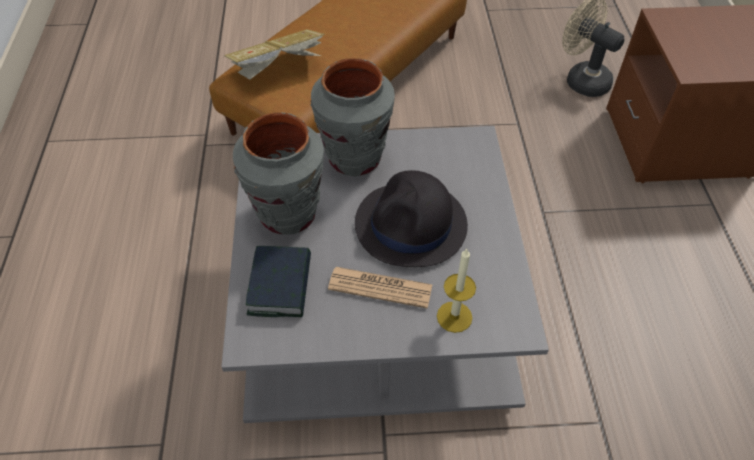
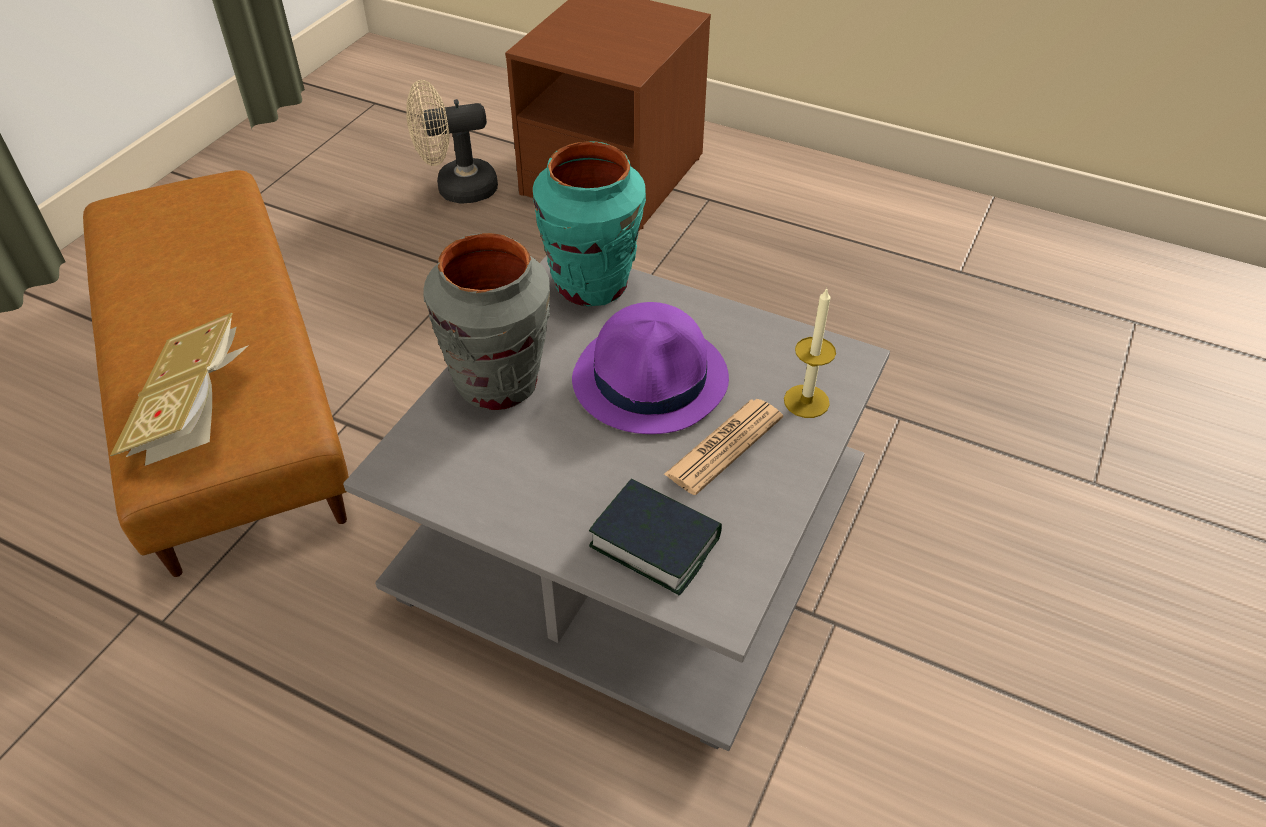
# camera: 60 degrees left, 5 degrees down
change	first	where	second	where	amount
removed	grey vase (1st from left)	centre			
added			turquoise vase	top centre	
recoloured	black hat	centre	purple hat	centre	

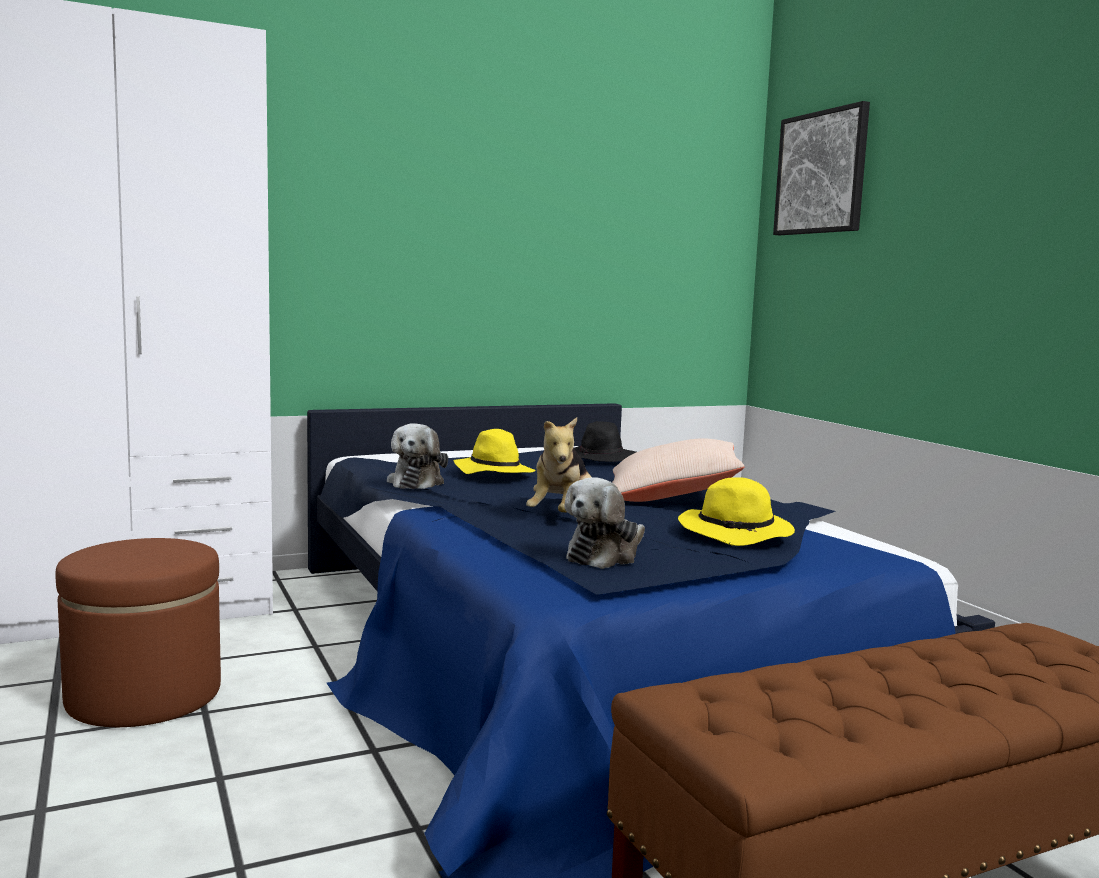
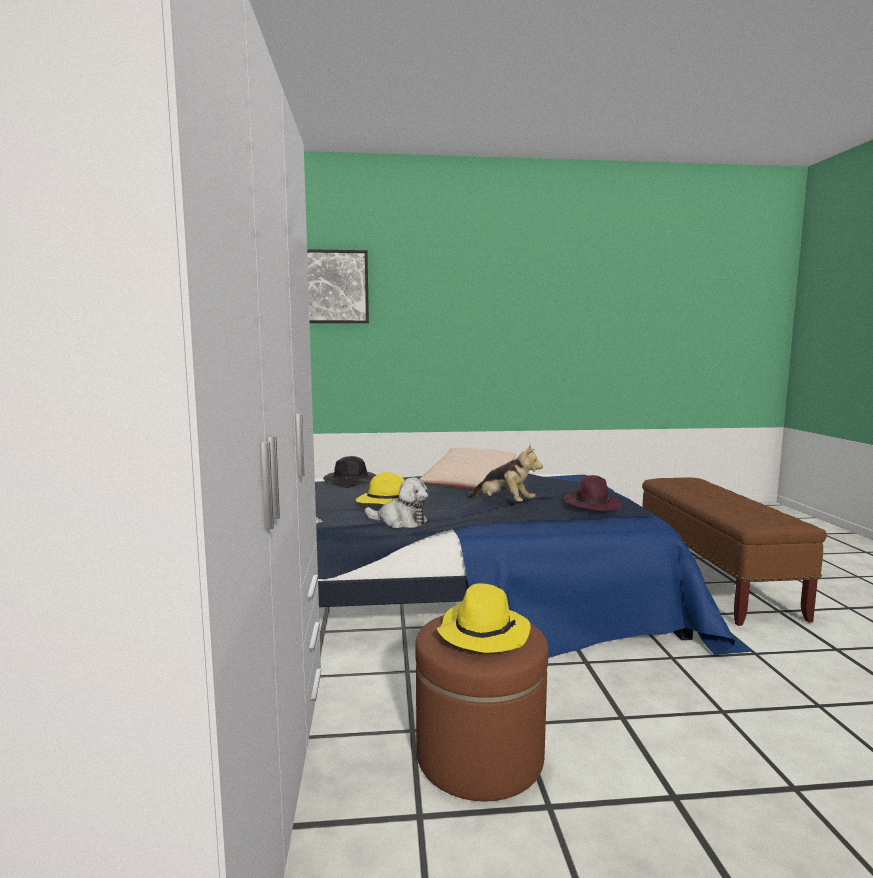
# camera: 70 degrees left, 0 degrees up
change	first	where	second	where	amount
moved	yellow hat (2nd from left)	middle right		bottom centre	
replaced	plush toy (3rd from left)	centre	purple hat	middle right	

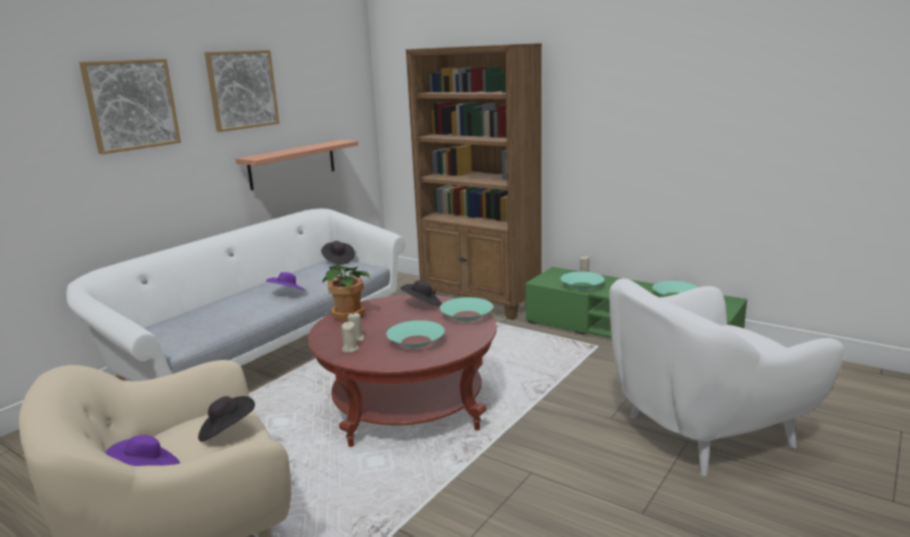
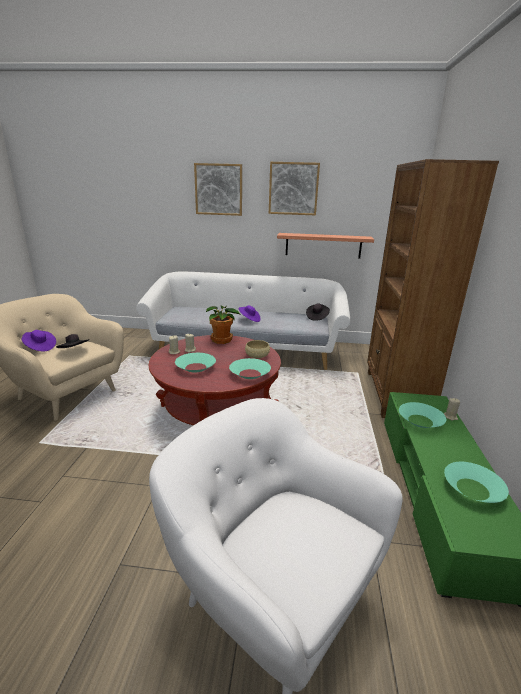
# camera: 60 degrees right, 5 degrees up
change	first	where	second	where	amount
replaced	black hat (3rd from left)	centre	beige bowl	centre	

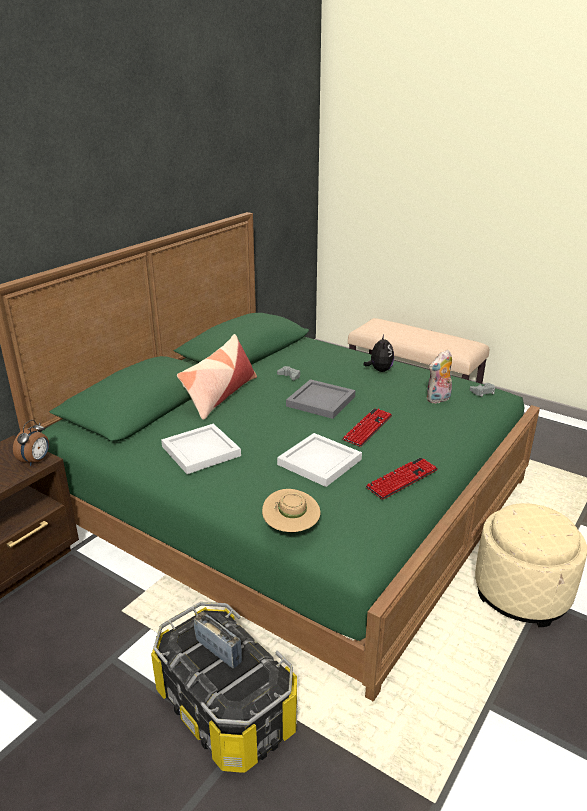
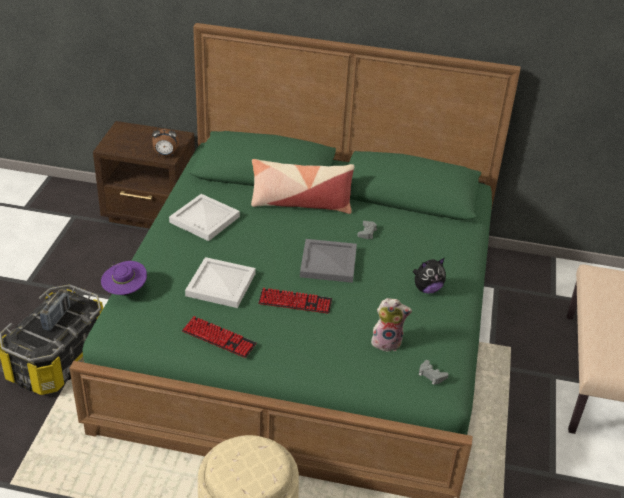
# camera: 65 degrees right, 10 degrees up
change	first	where	second	where	amount
recoloured	beige hat	centre	purple hat	middle left	
turned	plush toy (2nd from left in the first image)	middle right	plush toy (1st from left)	centre	150 degrees clockwise

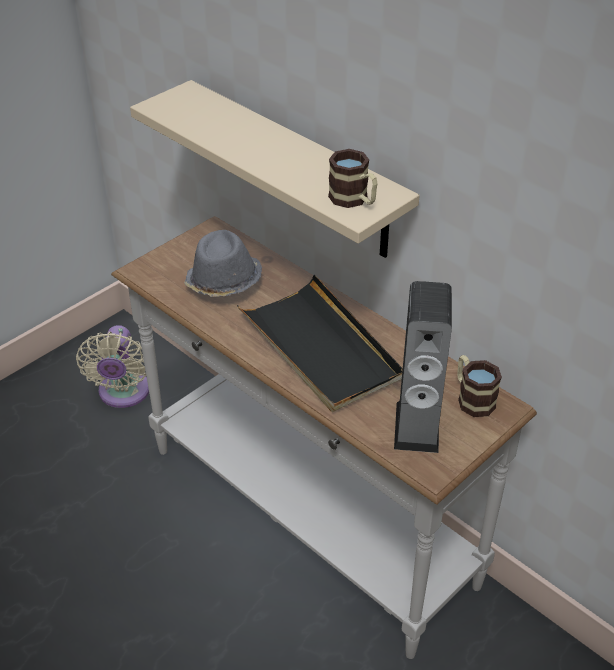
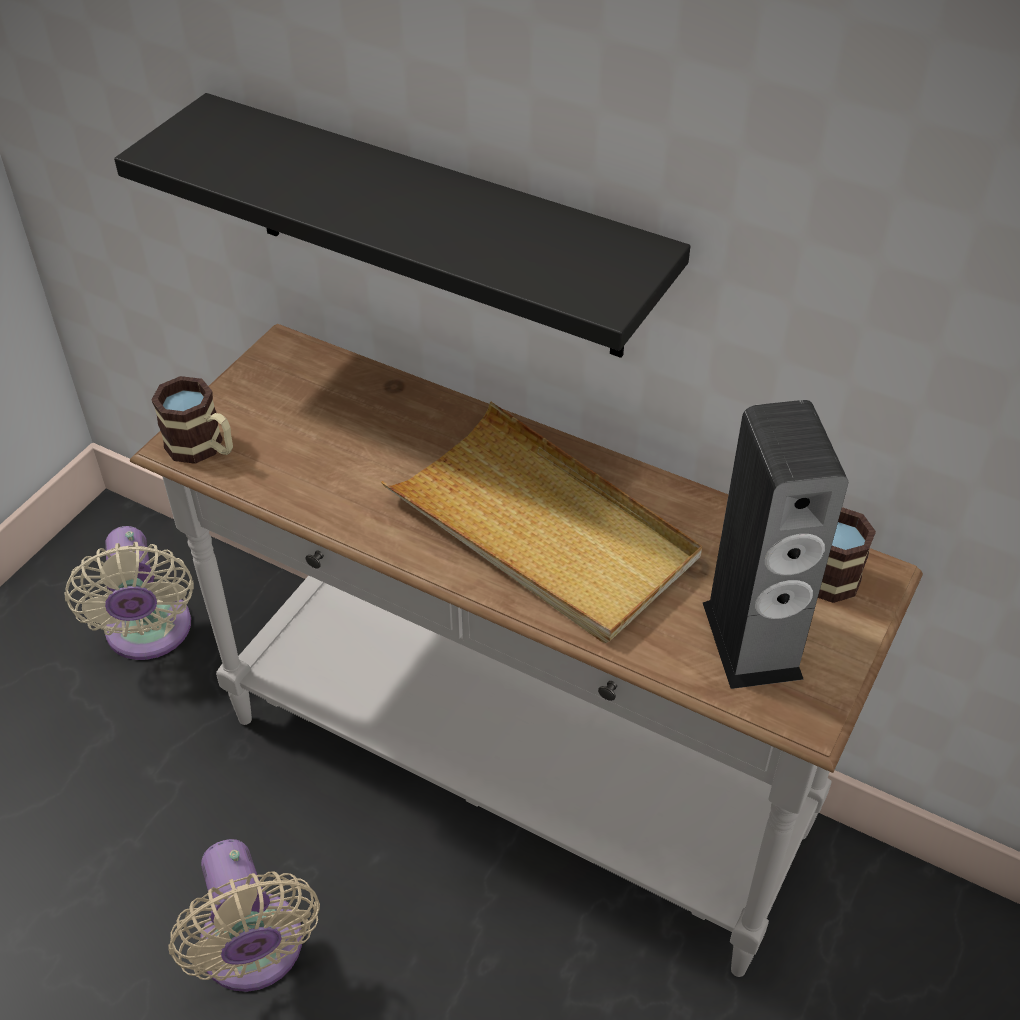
# camera: 15 degrees left, 5 degrees up
change	first	where	second	where	amount
removed	grey hat	centre			
added			beige fan (2nd from left)	bottom left	
moved	mug (1st from left)	top centre		middle left	
recoloured	beige shelf	top centre	black shelf	top centre	
recoloured	black tray	centre	beige tray	centre	

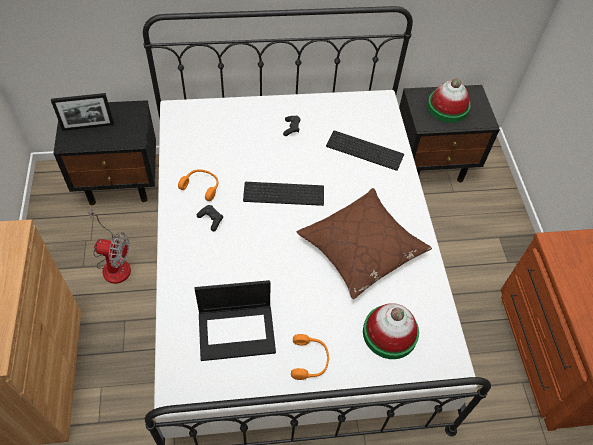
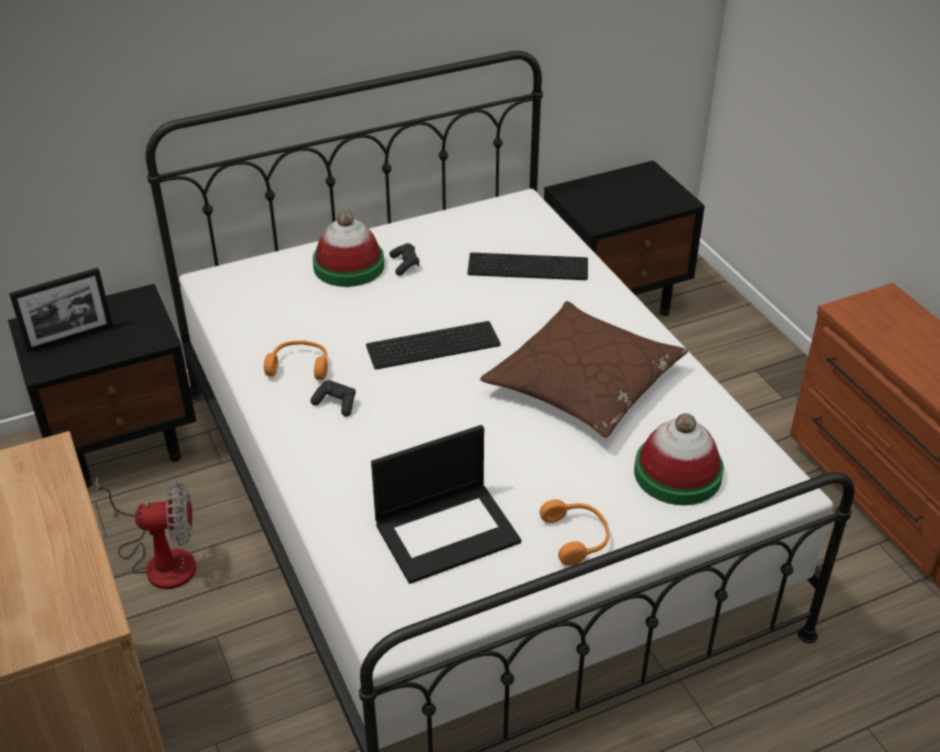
# camera: 15 degrees left, 15 degrees down
change	first	where	second	where	amount
moved	hat (2nd from left in the first image)	top right	hat (1st from left)	top centre	

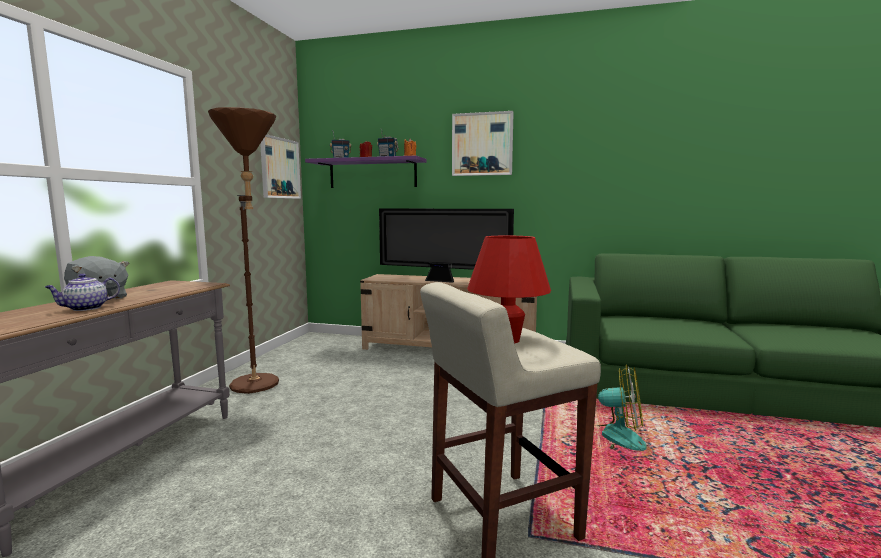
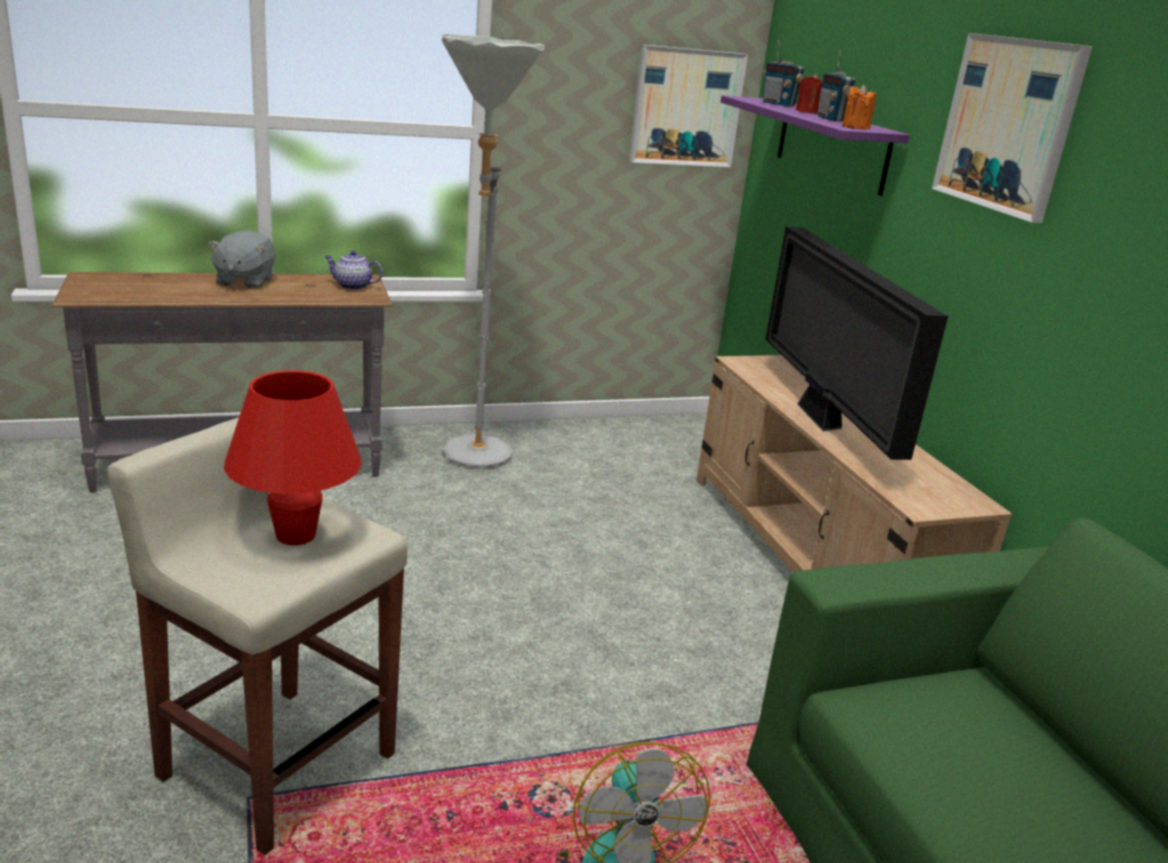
# camera: 55 degrees right, 15 degrees up
change	first	where	second	where	amount
moved	teapot	middle left		top left	
recoloured	brown floor lamp	middle left	grey floor lamp	top centre	

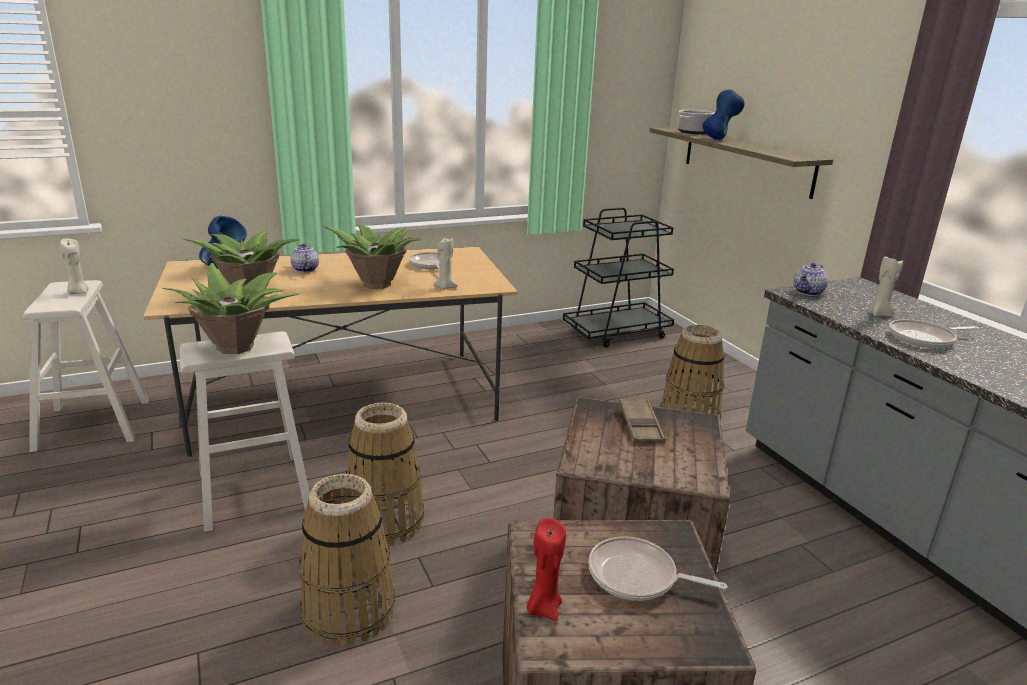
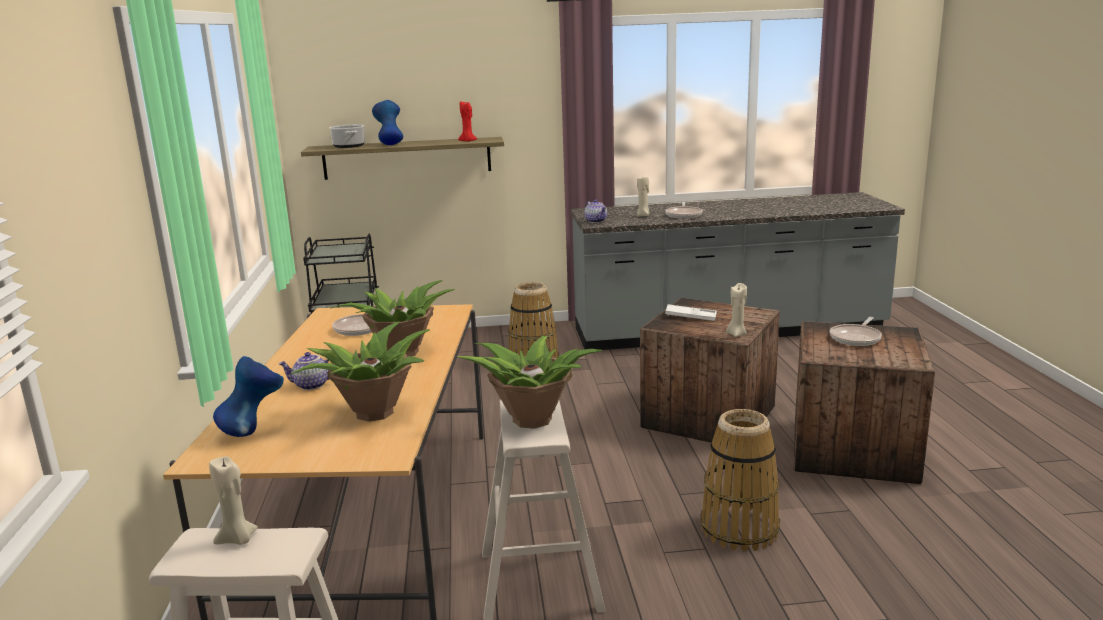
# camera: 70 degrees left, 5 degrees down
change	first	where	second	where	amount
removed	basket (2nd from left)	bottom centre			
moved	beige candle (2nd from left in the first image)	centre	beige candle (3rd from left)	middle right	
moved	red candle	bottom centre		top centre	
recoloured	brown tray	centre	white tray	centre	

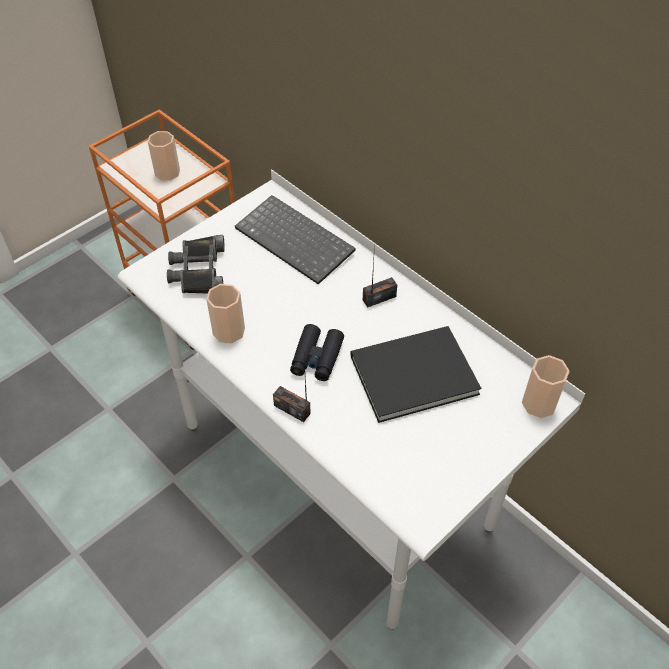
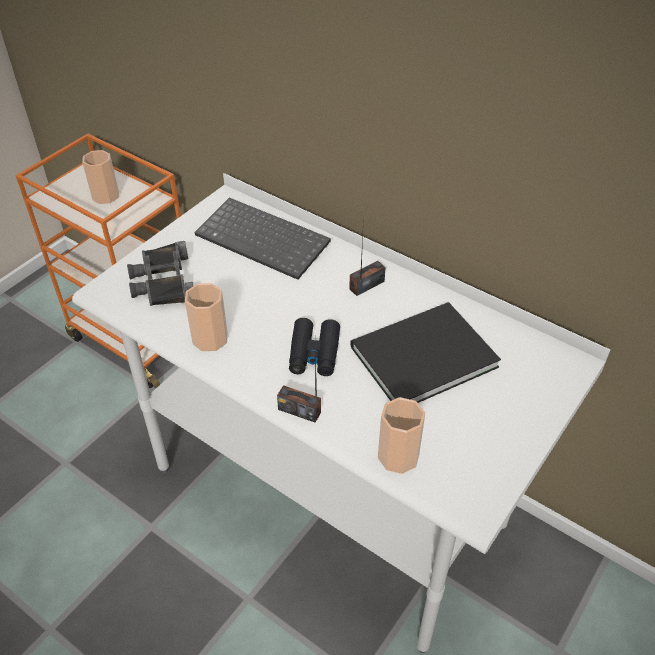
# camera: 10 degrees left, 5 degrees down
change	first	where	second	where	amount
moved	cup (3rd from left)	middle right		centre	

